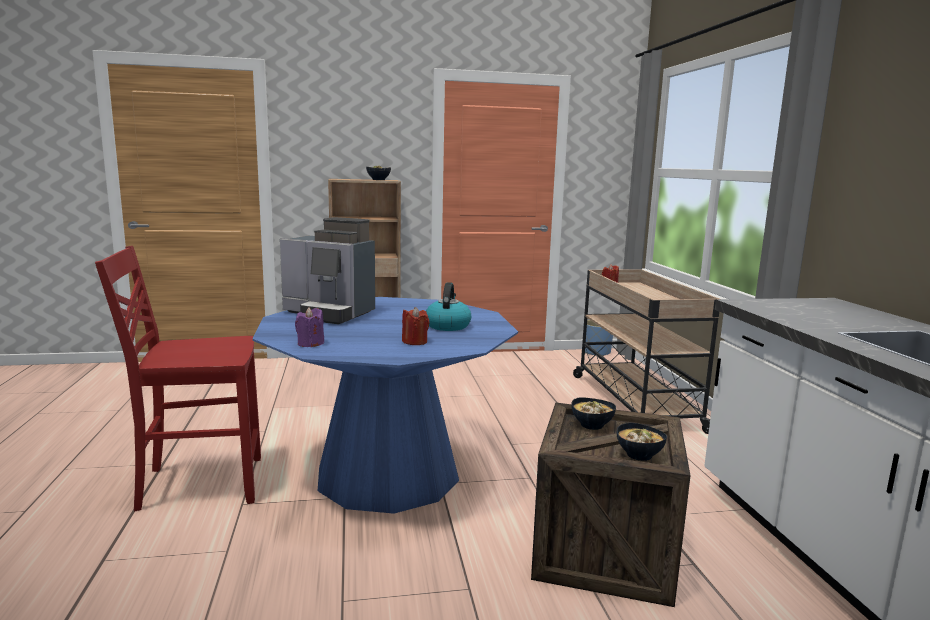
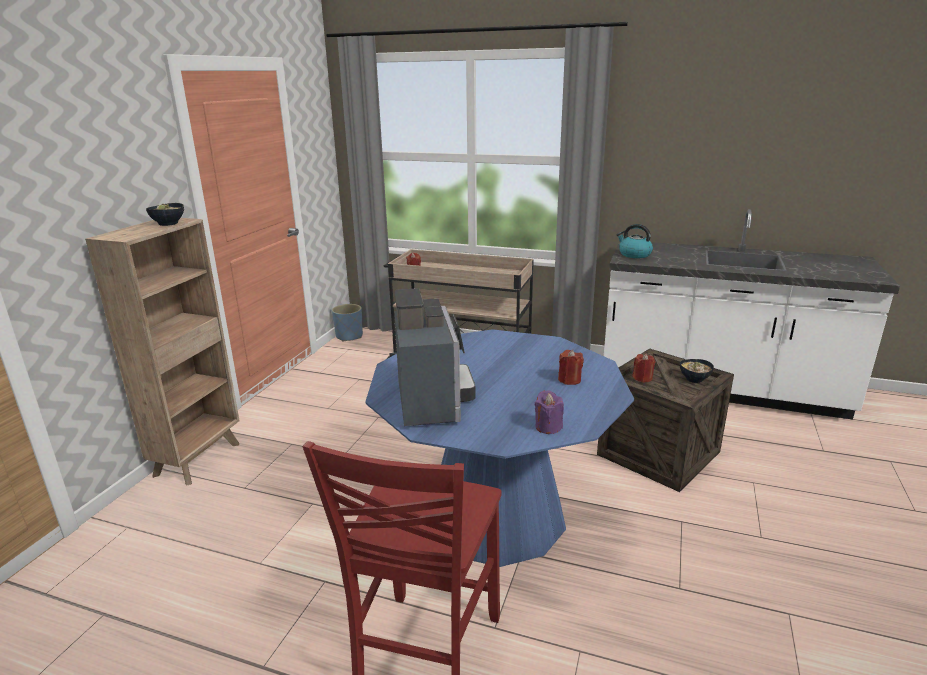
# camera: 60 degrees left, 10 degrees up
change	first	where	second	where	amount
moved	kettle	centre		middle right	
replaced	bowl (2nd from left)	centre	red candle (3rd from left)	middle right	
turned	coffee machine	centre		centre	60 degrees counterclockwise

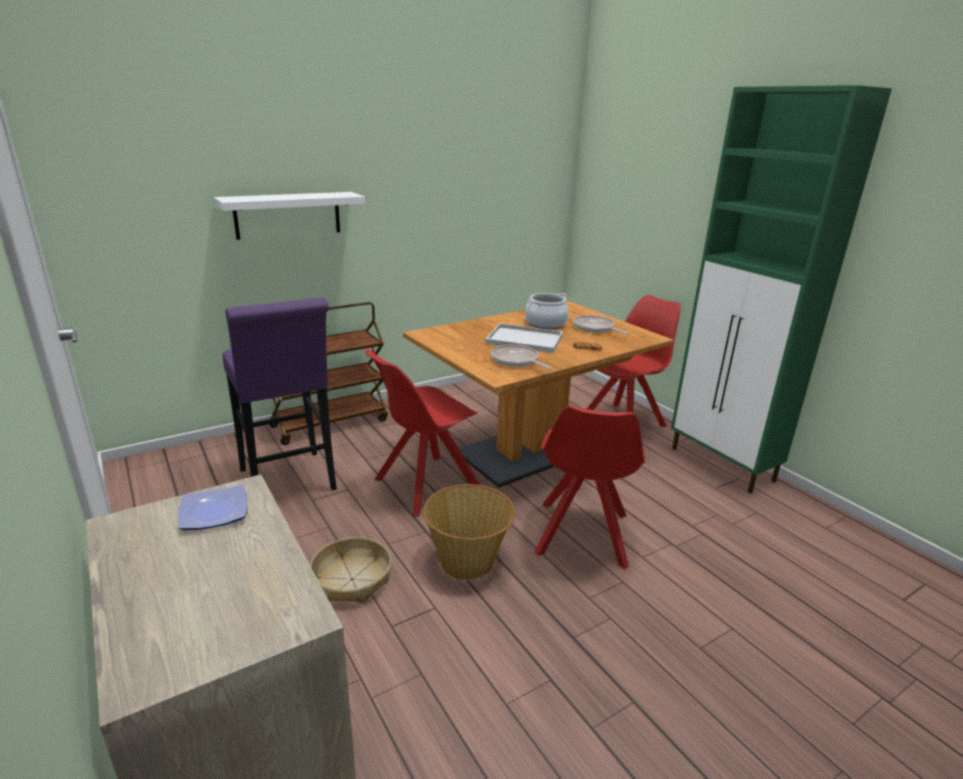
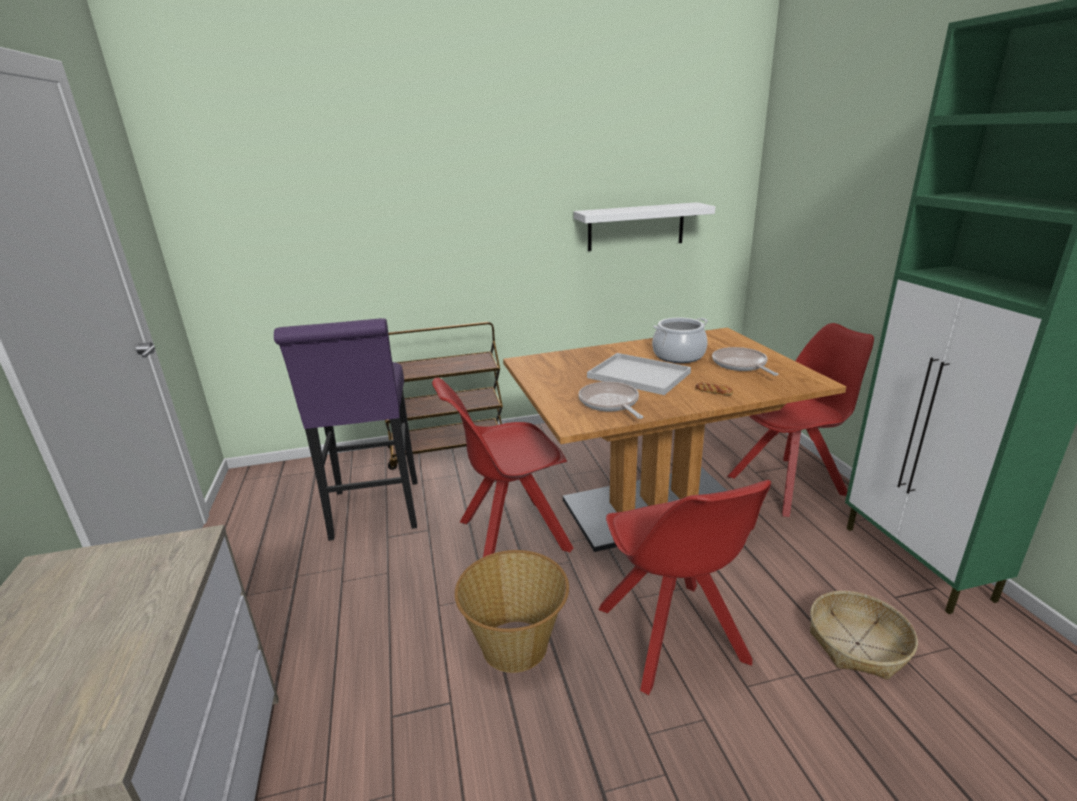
# camera: 20 degrees right, 0 degrees up
change	first	where	second	where	amount
removed	plate	middle left			
moved	white shelf	top left		top centre	
moved	basket (1st from left in the first image)	bottom centre	basket (2nd from left)	bottom right	
turned	red chair (2nd from left)	centre		bottom centre	45 degrees counterclockwise

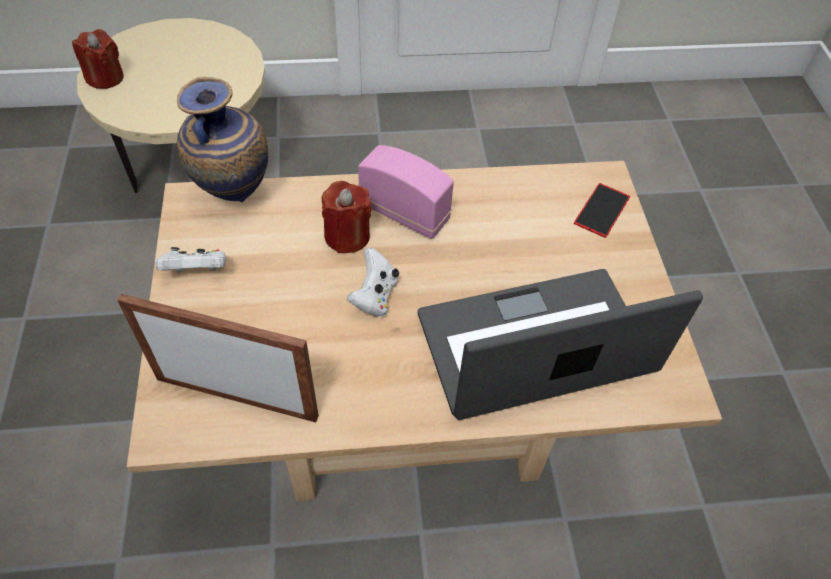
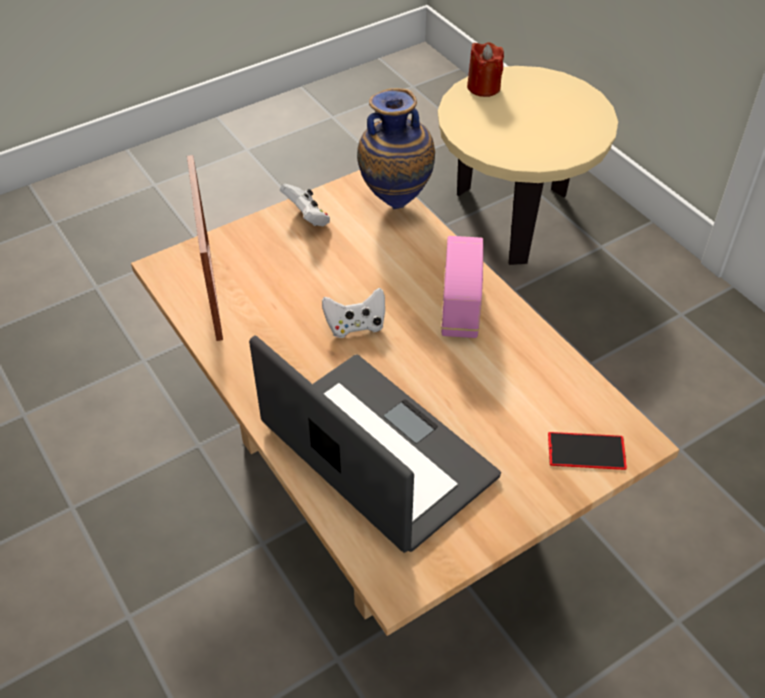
# camera: 65 degrees right, 5 degrees down
change	first	where	second	where	amount
removed	red candle (2nd from left)	centre			

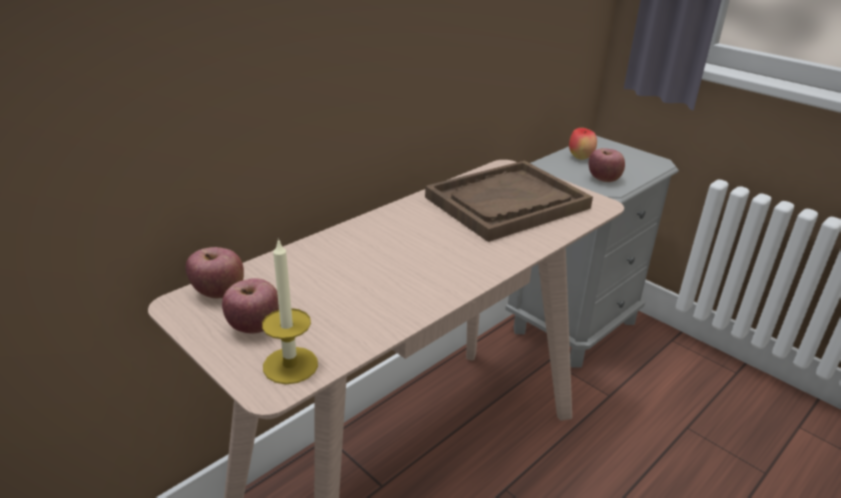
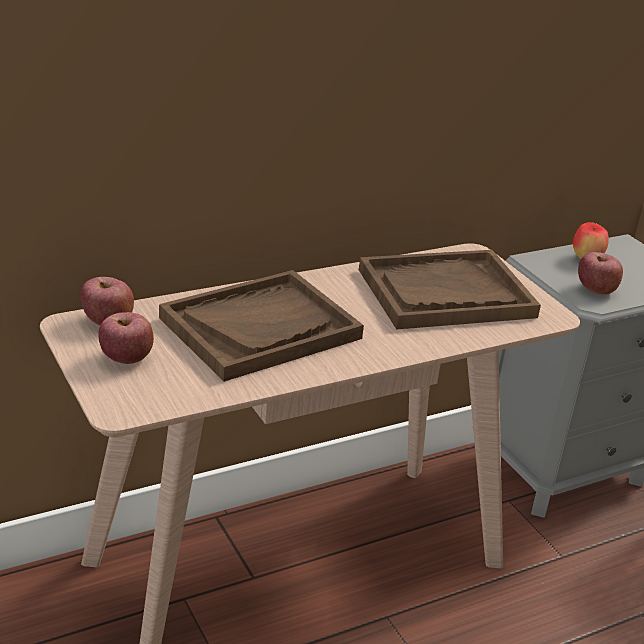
# camera: 15 degrees right, 0 degrees up
change	first	where	second	where	amount
removed	candle	centre			
added			brown tray (1st from left)	centre	

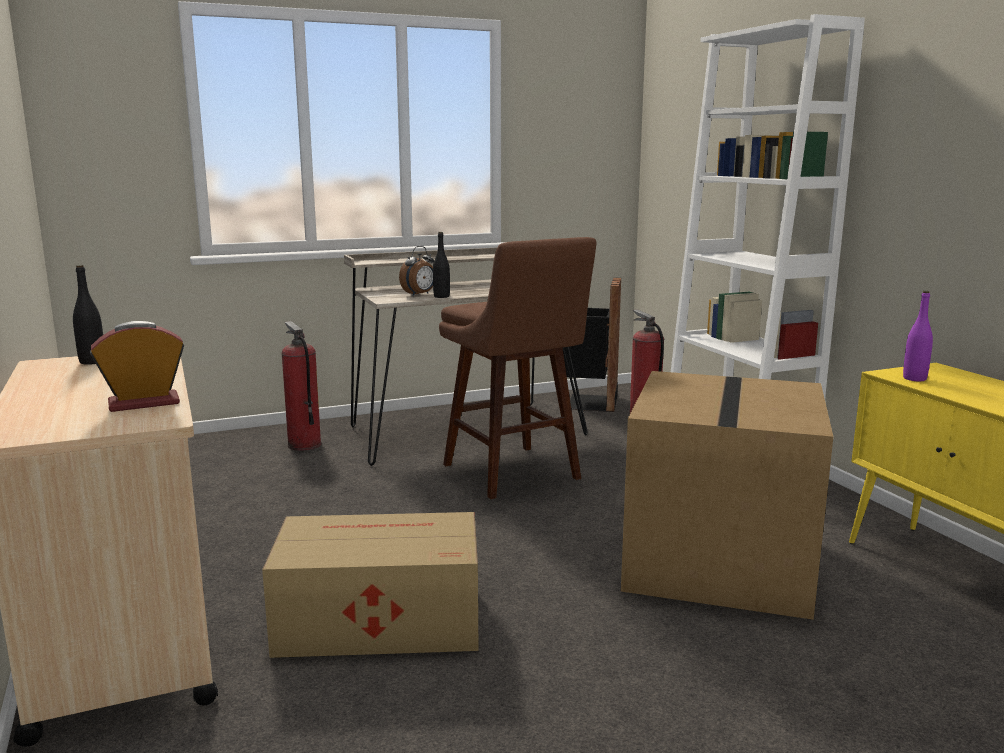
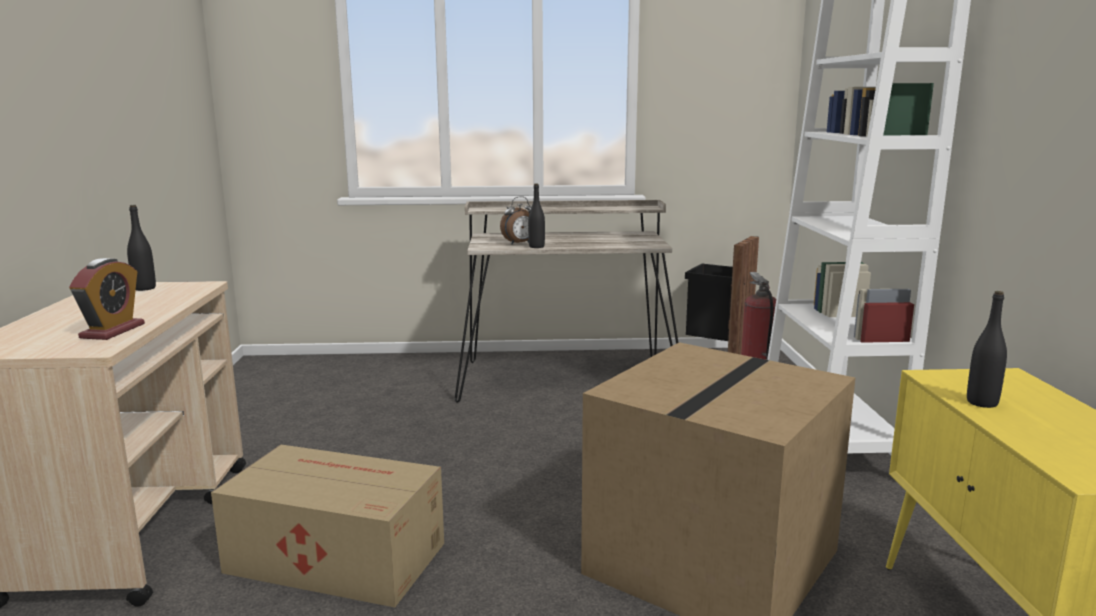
# camera: 20 degrees right, 0 degrees up
change	first	where	second	where	amount
removed	fire extinguisher (1st from left)	middle left			
removed	brown stool	centre			
removed	purple bottle	middle right			
added			black bottle (3rd from left)	middle right	
turned	alarm clock (1st from left)	middle left		middle left	105 degrees clockwise

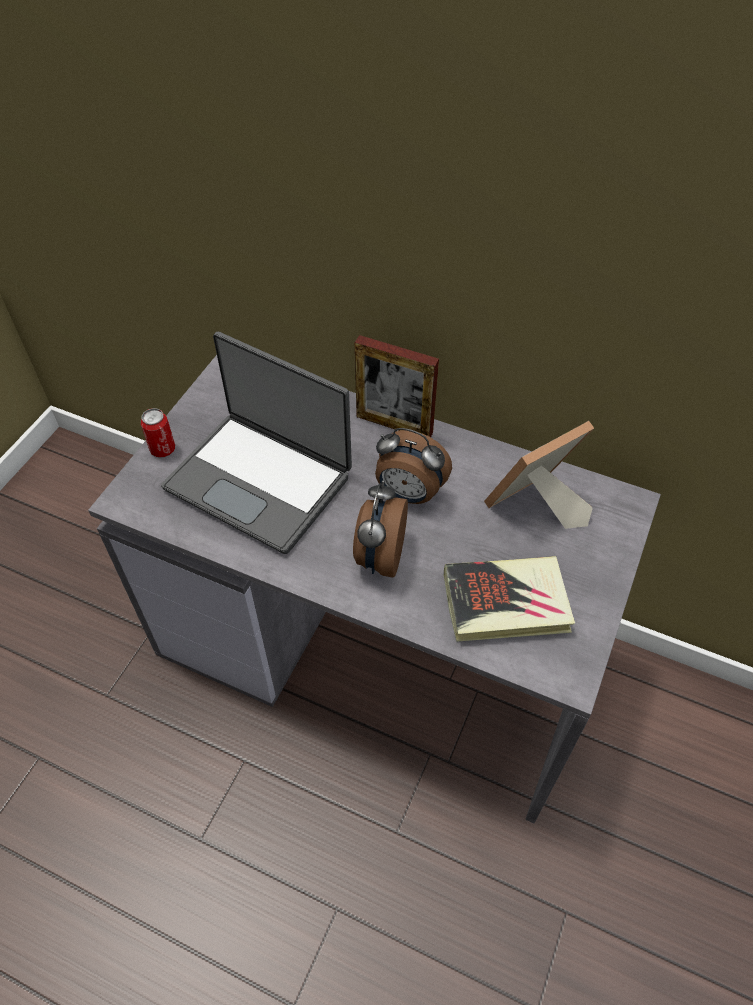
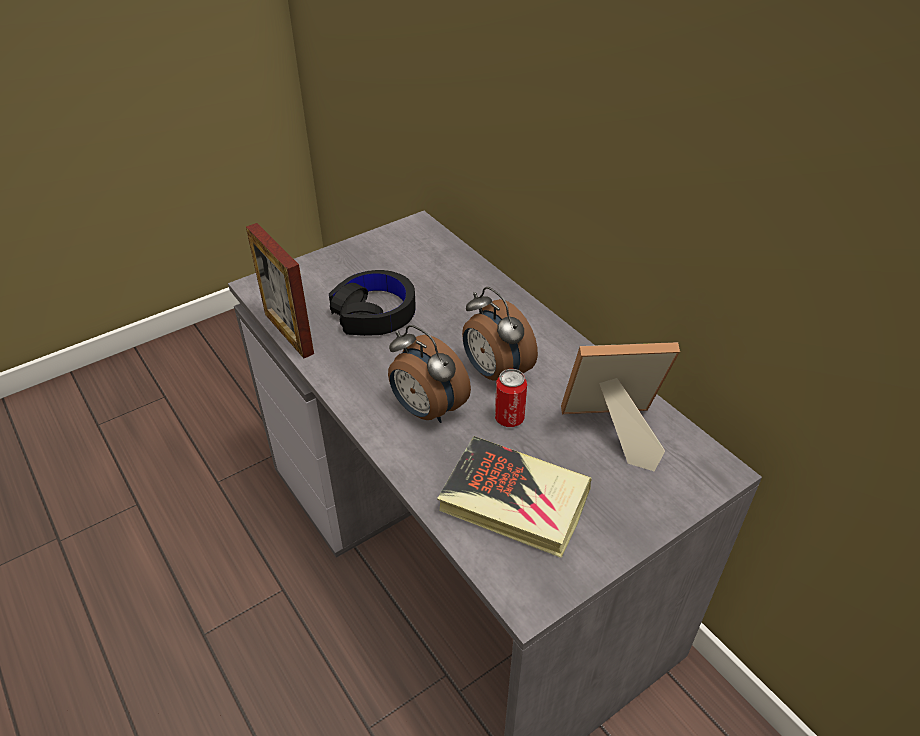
# camera: 30 degrees right, 10 degrees down
change	first	where	second	where	amount
moved	can	middle left		centre	
moved	picture frame (1st from left)	centre		middle left	
replaced	laptop	centre	black headphones	centre	
turned	alarm clock (1st from left)	centre		centre	90 degrees counterclockwise

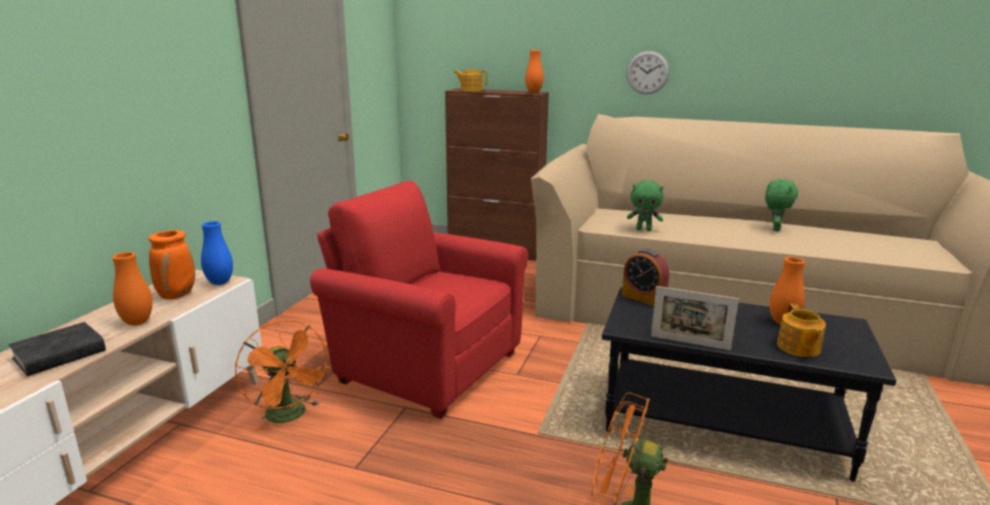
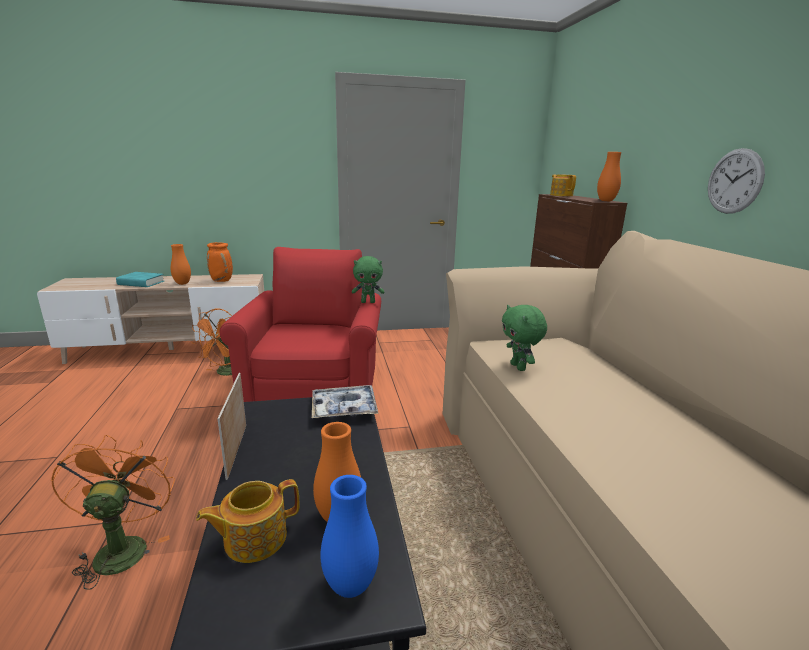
# camera: 60 degrees right, 0 degrees up
change	first	where	second	where	amount
moved	blue vase	middle left		bottom centre	
moved	green plush toy (2nd from left in the first image)	middle right	green plush toy (1st from left)	centre	
replaced	alarm clock	centre	tray	centre	
recoloured	black book	bottom left	turquoise book	middle left	

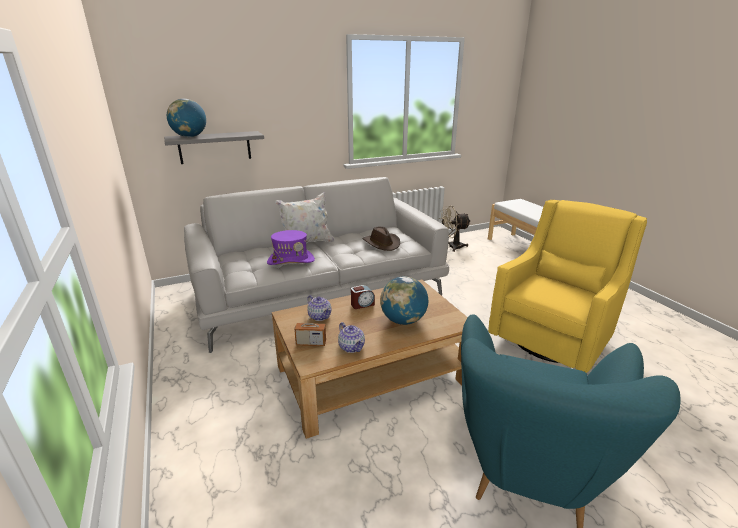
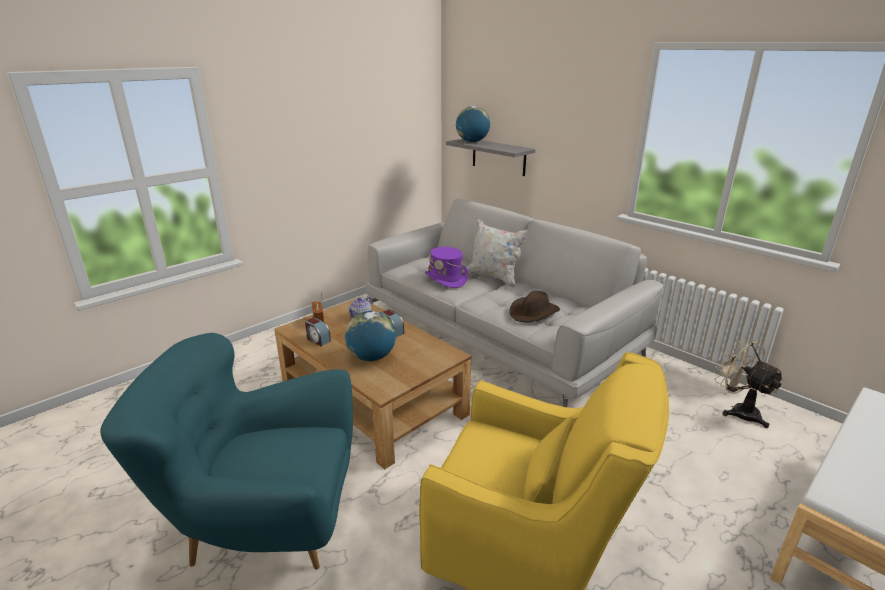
# camera: 70 degrees right, 0 degrees up
change	first	where	second	where	amount
replaced	teapot (2nd from left)	centre	alarm clock (1st from left)	centre	

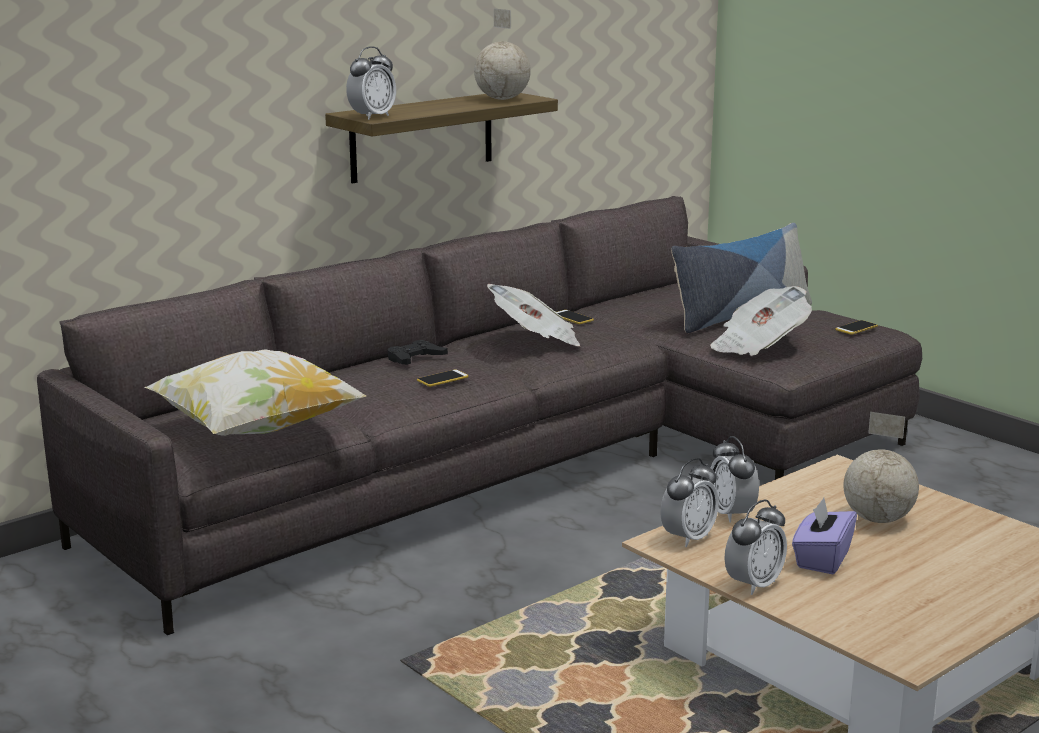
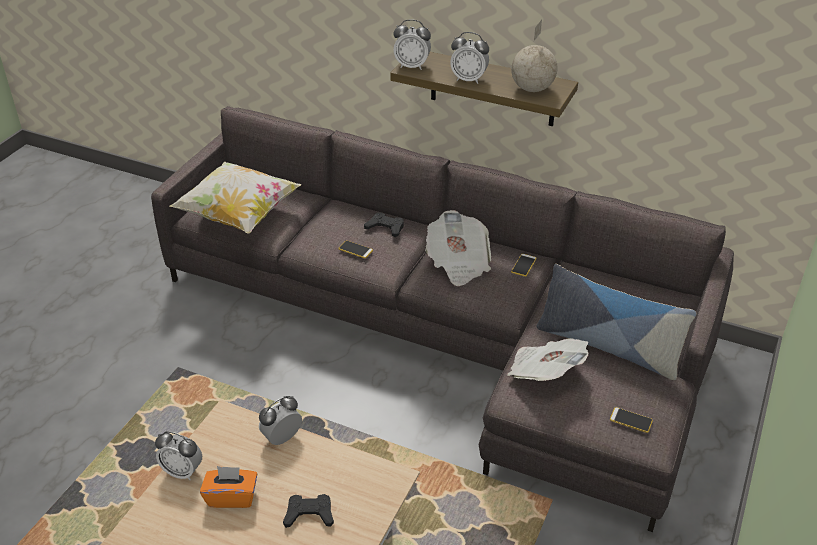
# camera: 65 degrees right, 20 degrees up
change	first	where	second	where	amount
moved	alarm clock (2nd from left in the first image)	bottom centre	alarm clock (4th from left)	top centre	
replaced	globe (2nd from left)	middle right	black game controller (1st from left)	bottom centre	
recoloured	purple tissue box	bottom right	orange tissue box	bottom left	

